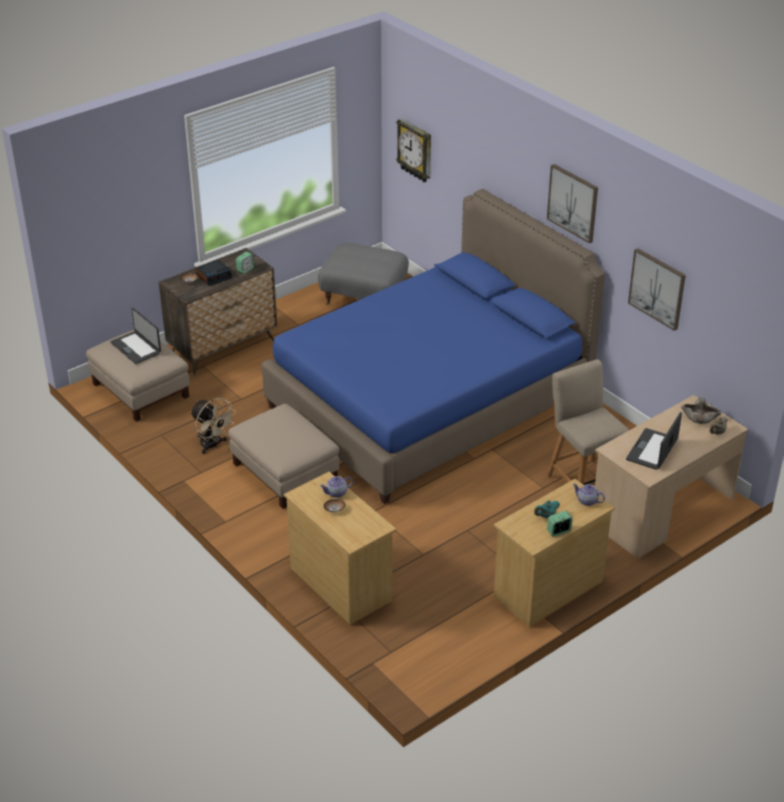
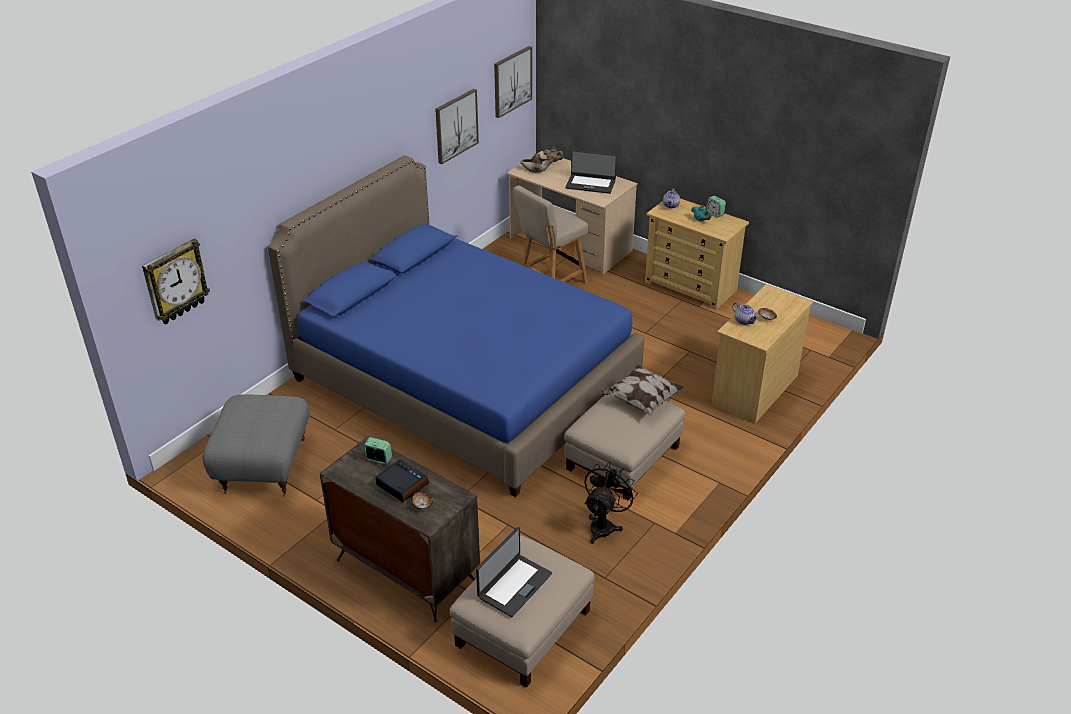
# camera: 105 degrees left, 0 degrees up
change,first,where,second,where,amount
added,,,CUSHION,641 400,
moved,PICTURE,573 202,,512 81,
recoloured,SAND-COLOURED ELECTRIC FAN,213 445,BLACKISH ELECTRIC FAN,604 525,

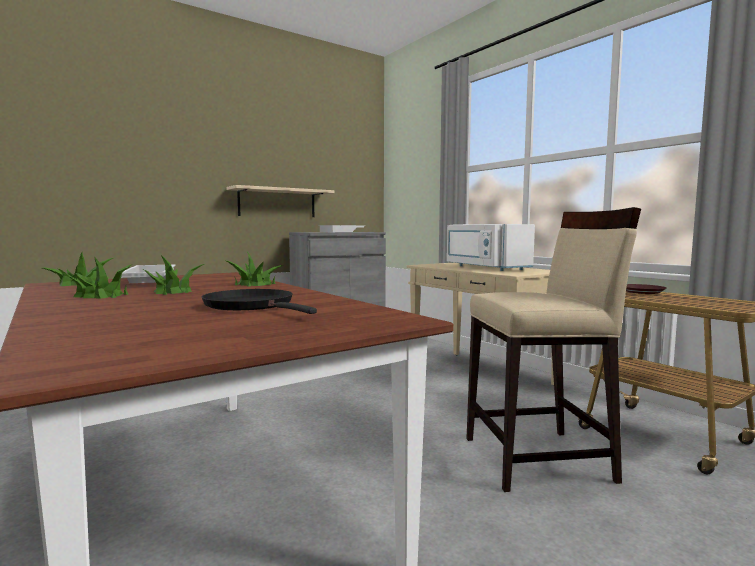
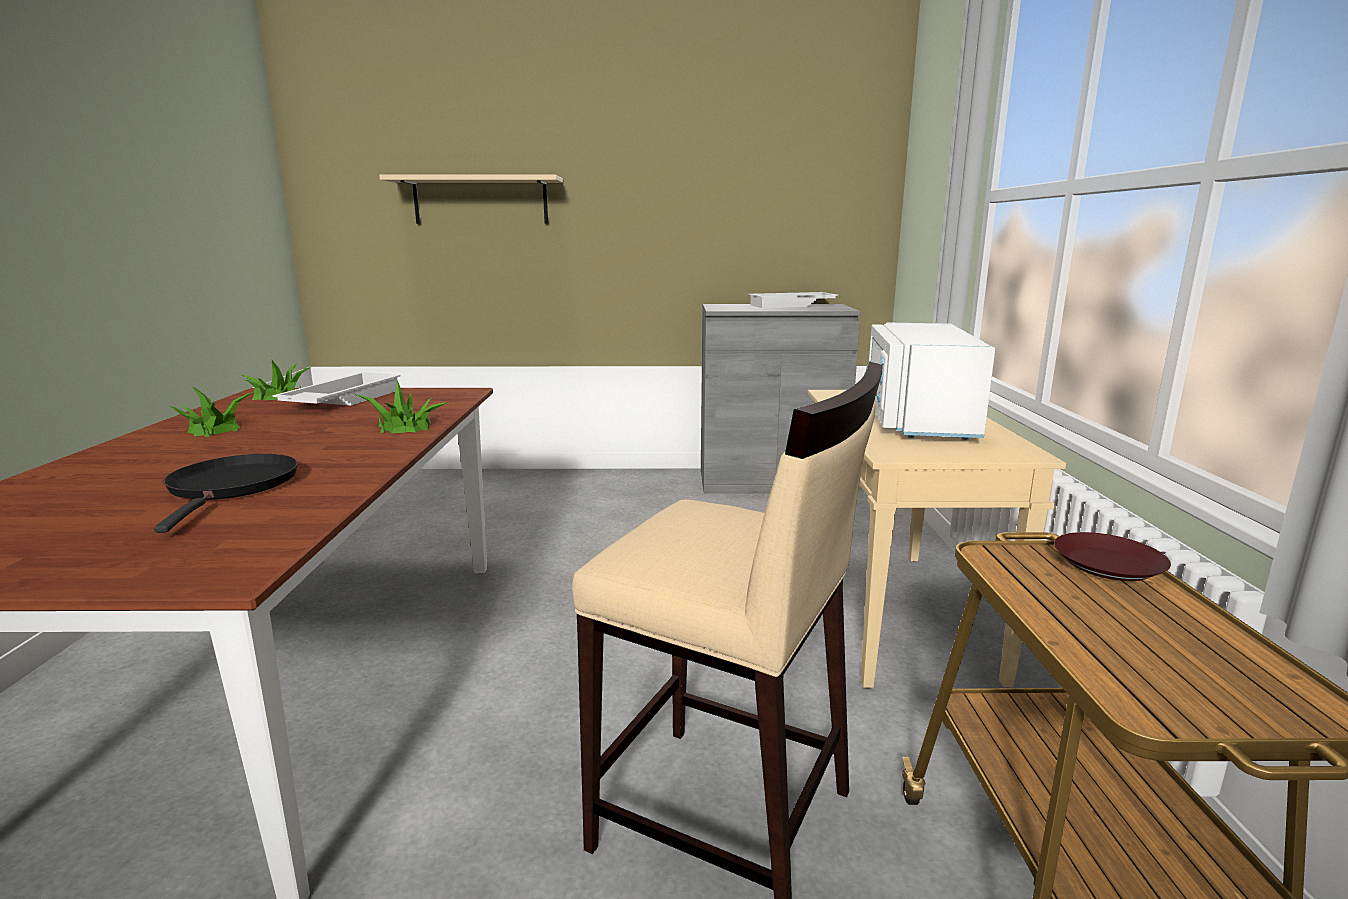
# camera: 35 degrees right, 10 degrees up
change,first,where,second,where,amount
removed,POTTED PLANT,172 291,,,
moved,SAND-COLOURED SHELF,277 203,,481 201,

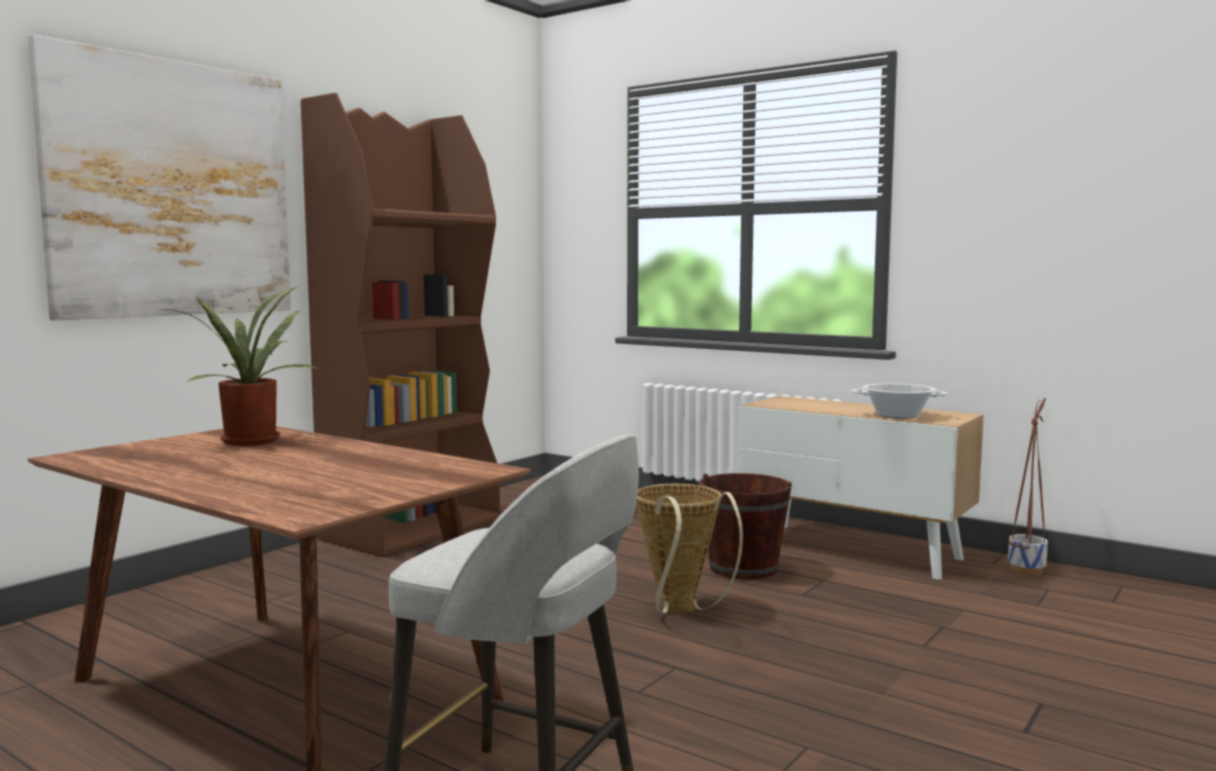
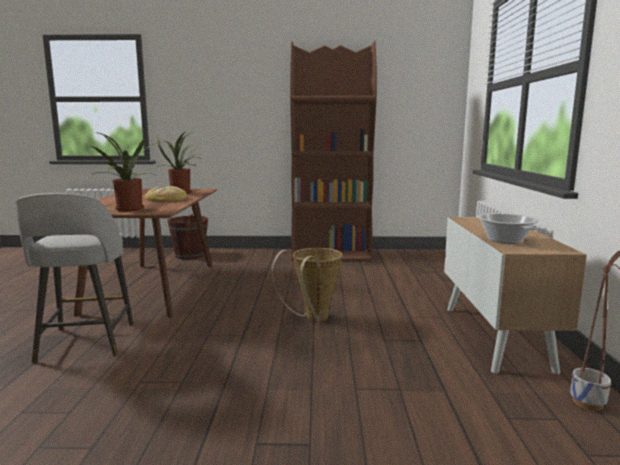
# camera: 55 degrees right, 5 degrees up
change,first,where,second,where,amount
removed,PICTURE,172 189,,,
added,,,POTTED PLANT,129 210,
added,,,BREAD,167 199,
moved,BROWN-COLOURED BUCKET,743 568,,189 255,

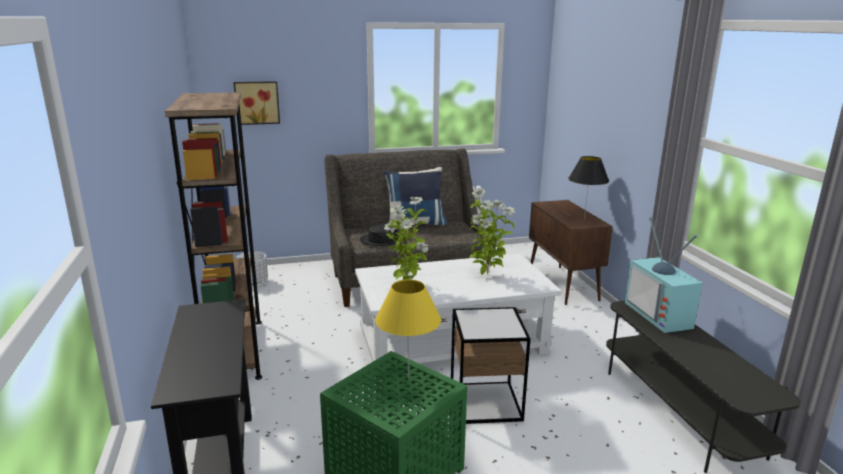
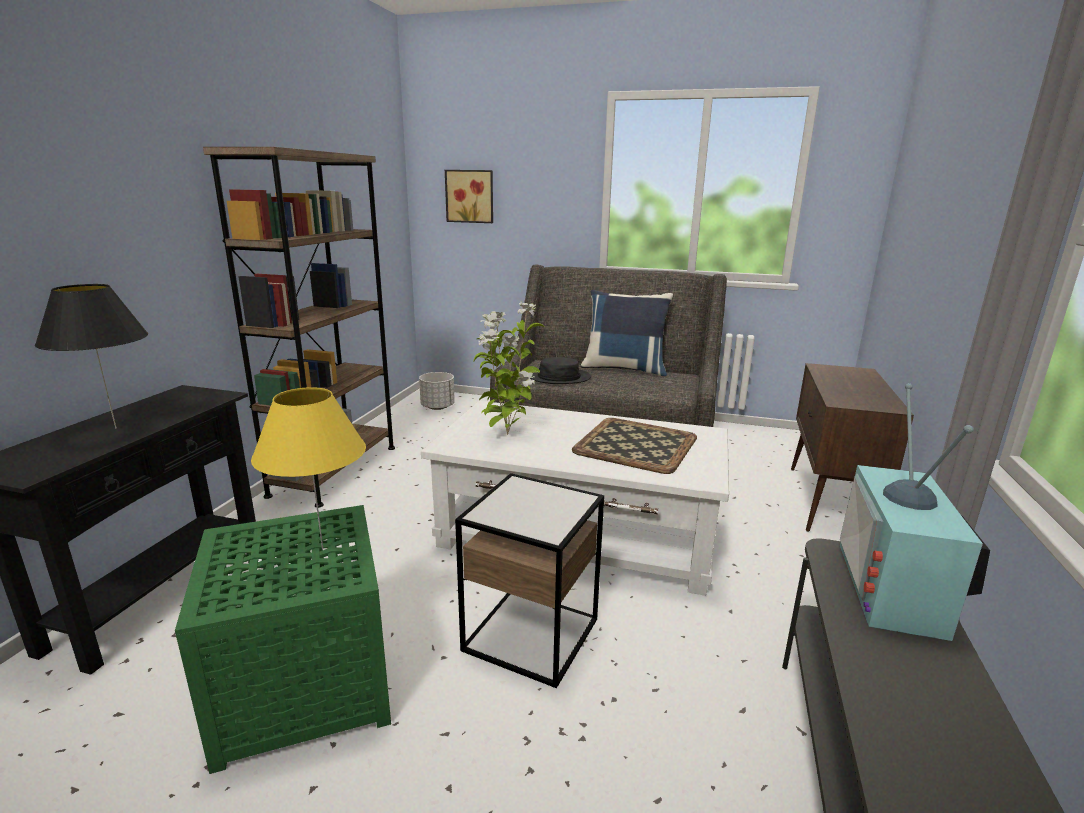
# camera: 30 degrees right, 0 degrees up
change,first,where,second,where,amount
moved,BLACKISH TABLETOP LAMP,584 219,,116 428,
replaced,POTTED PLANT,486 275,SERVING TRAY,635 444,

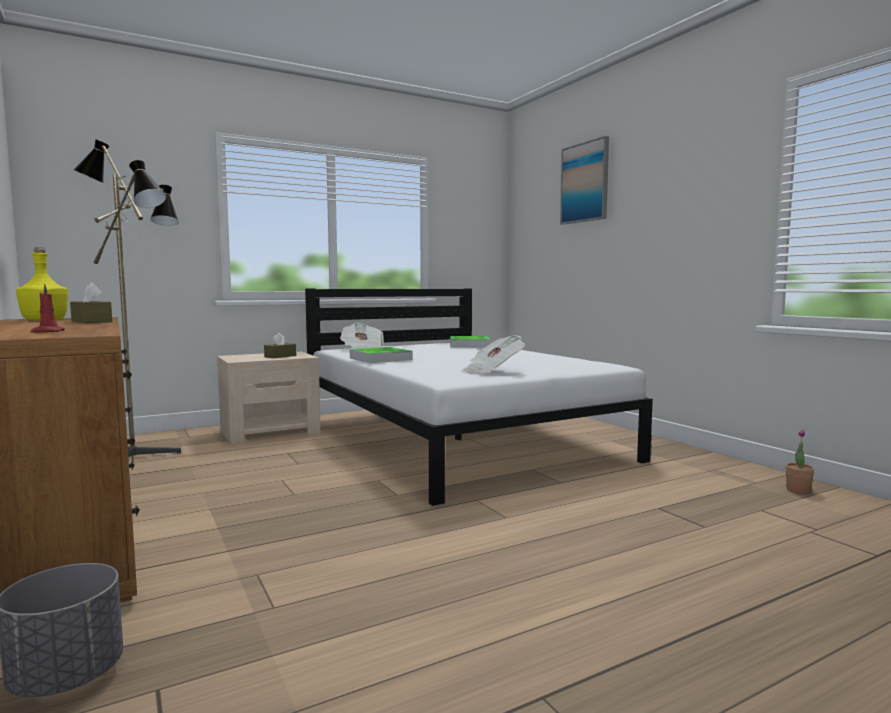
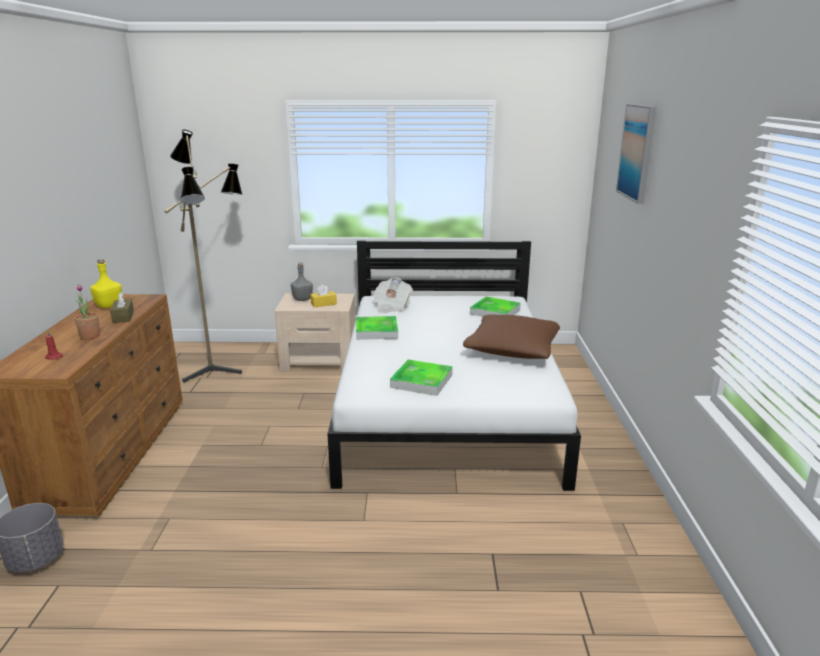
# camera: 30 degrees right, 15 degrees up
change,first,where,second,where,amount
added,,,GREYISH BOTTLE,302 299,
added,,,BROWN-COLOURED CUSHION,512 350,
moved,POTTED PLANT,798 490,,90 336,
replaced,NEWSPAPER,492 371,SERVING TRAY,421 381,
recoloured,BROWN-COLOURED BOX OF TISSUES,280 356,YELLOW BOX OF TISSUES,323 304,

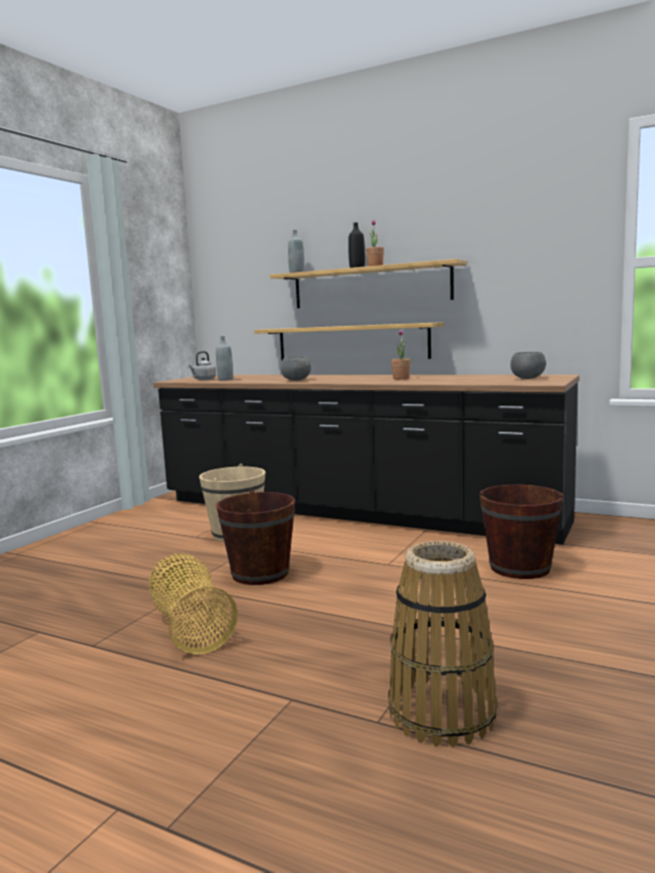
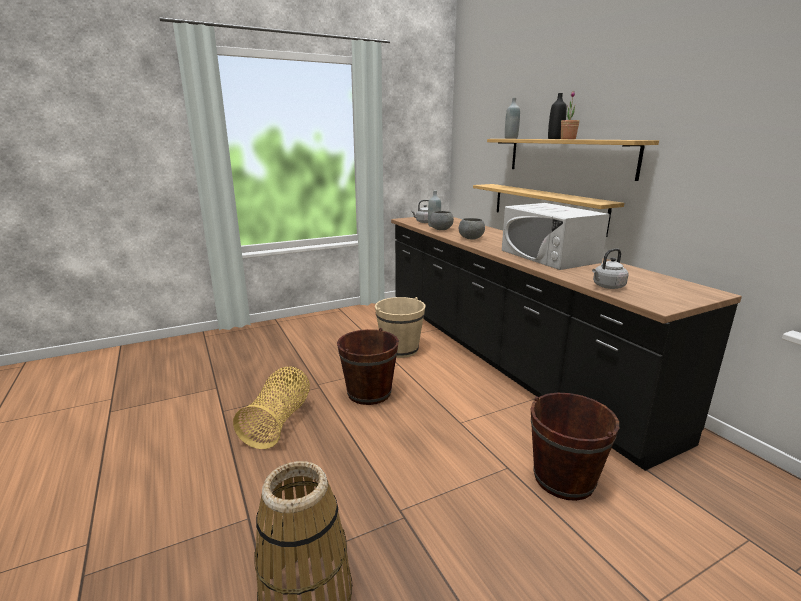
# camera: 35 degrees right, 10 degrees up
change,first,where,second,where,amount
added,,,GREYISH KETTLE,607 287,
moved,GREYISH SERVING BOWL,528 378,,441 230,
replaced,POTTED PLANT,401 378,WHITE-COLOURED MICROWAVE OVEN,549 256,

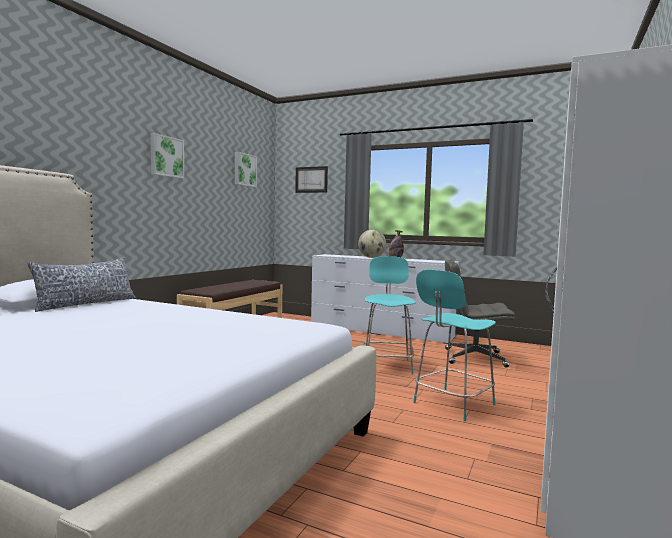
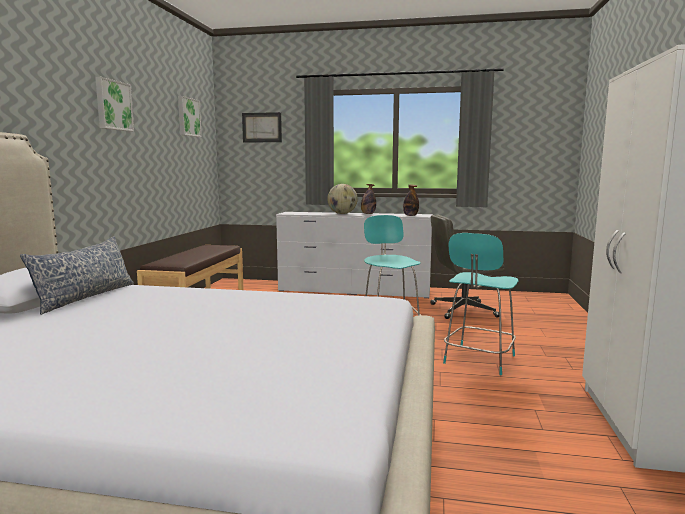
# camera: 15 degrees left, 5 degrees up
change,first,where,second,where,amount
added,,,BOTTLE,410 215,

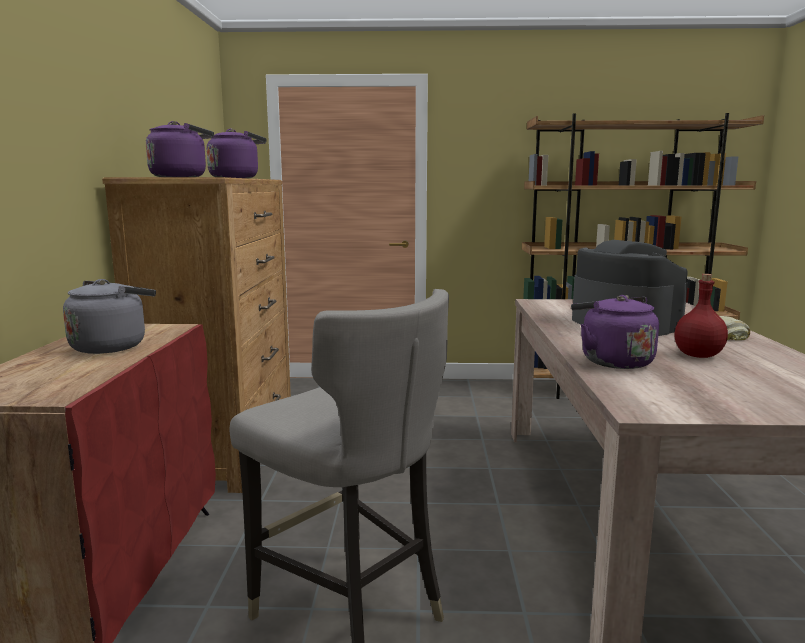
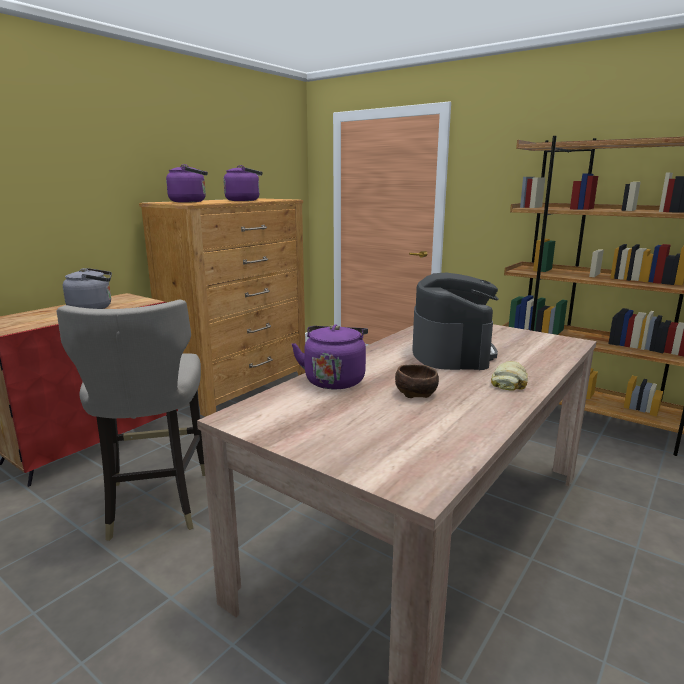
# camera: 35 degrees right, 5 degrees up
change,first,where,second,where,amount
replaced,RED-COLOURED BOTTLE,697 355,BROWN-COLOURED SERVING BOWL,417 392,

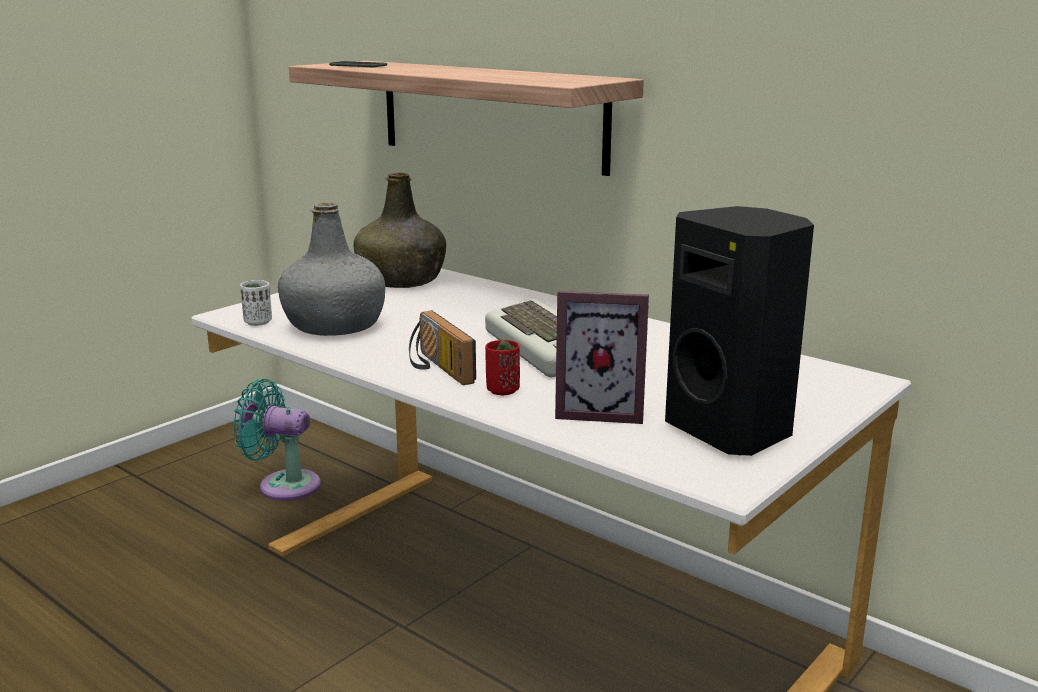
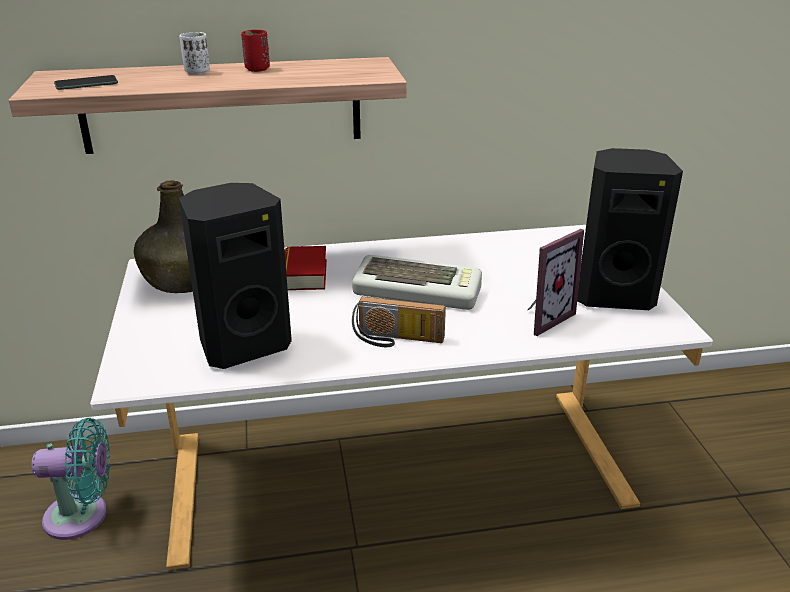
# camera: 50 degrees left, 10 degrees up
change,first,where,second,where,amount
added,,,VOLUME,304 274,
moved,WHITE-COLOURED DRINKING CUP,258 322,,197 72,
moved,RED-COLOURED DRINKING CUP,502 390,,257 69,
replaced,GREYISH BOTTLE,335 326,BLACKISH SPEAKER,243 344,
turned,BLUE-GREEN ELECTRIC FAN,283 485,,83 516,150 degrees counterclockwise

